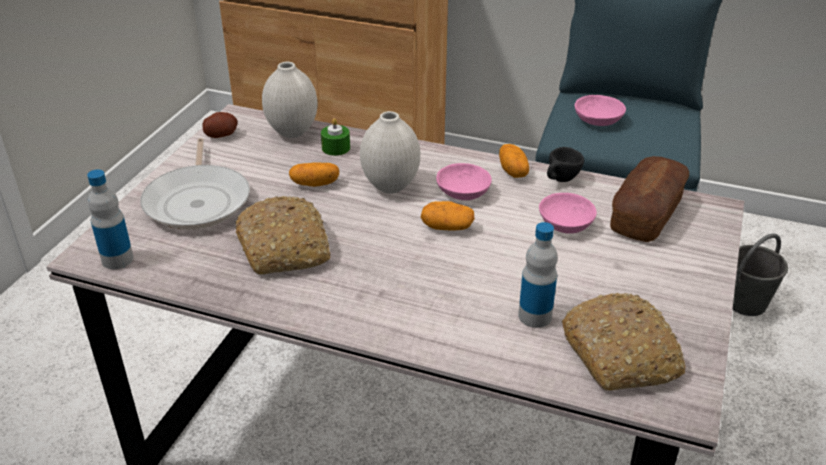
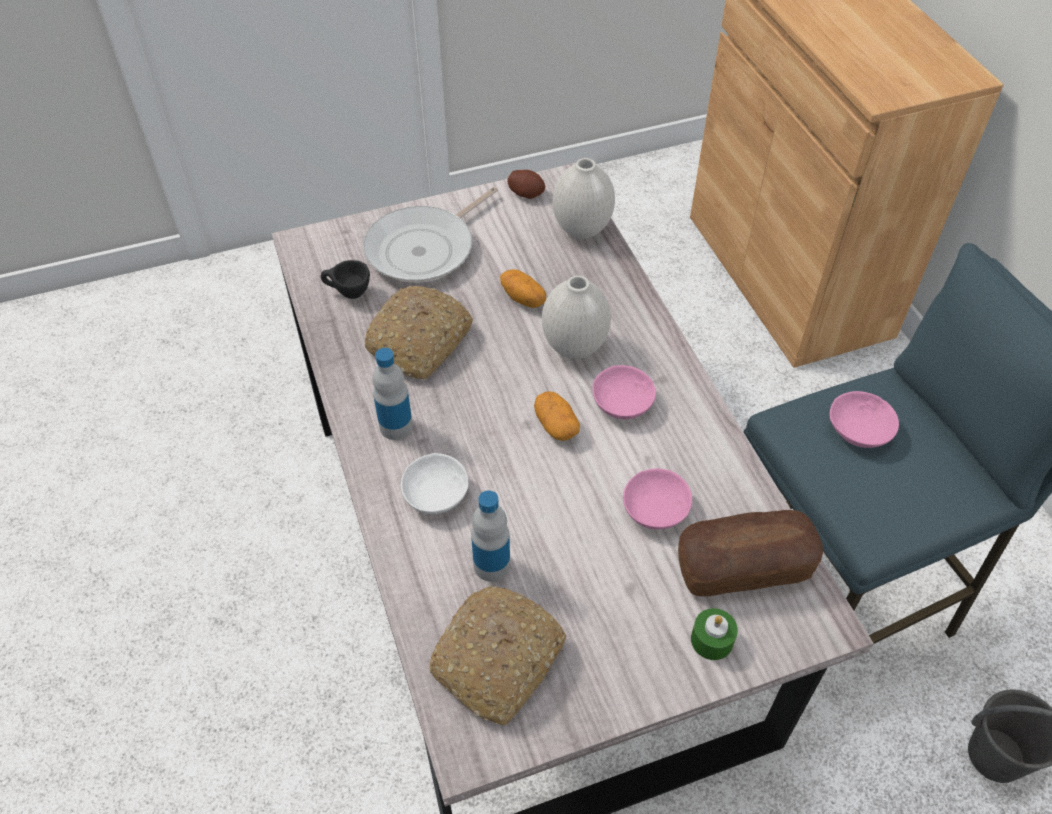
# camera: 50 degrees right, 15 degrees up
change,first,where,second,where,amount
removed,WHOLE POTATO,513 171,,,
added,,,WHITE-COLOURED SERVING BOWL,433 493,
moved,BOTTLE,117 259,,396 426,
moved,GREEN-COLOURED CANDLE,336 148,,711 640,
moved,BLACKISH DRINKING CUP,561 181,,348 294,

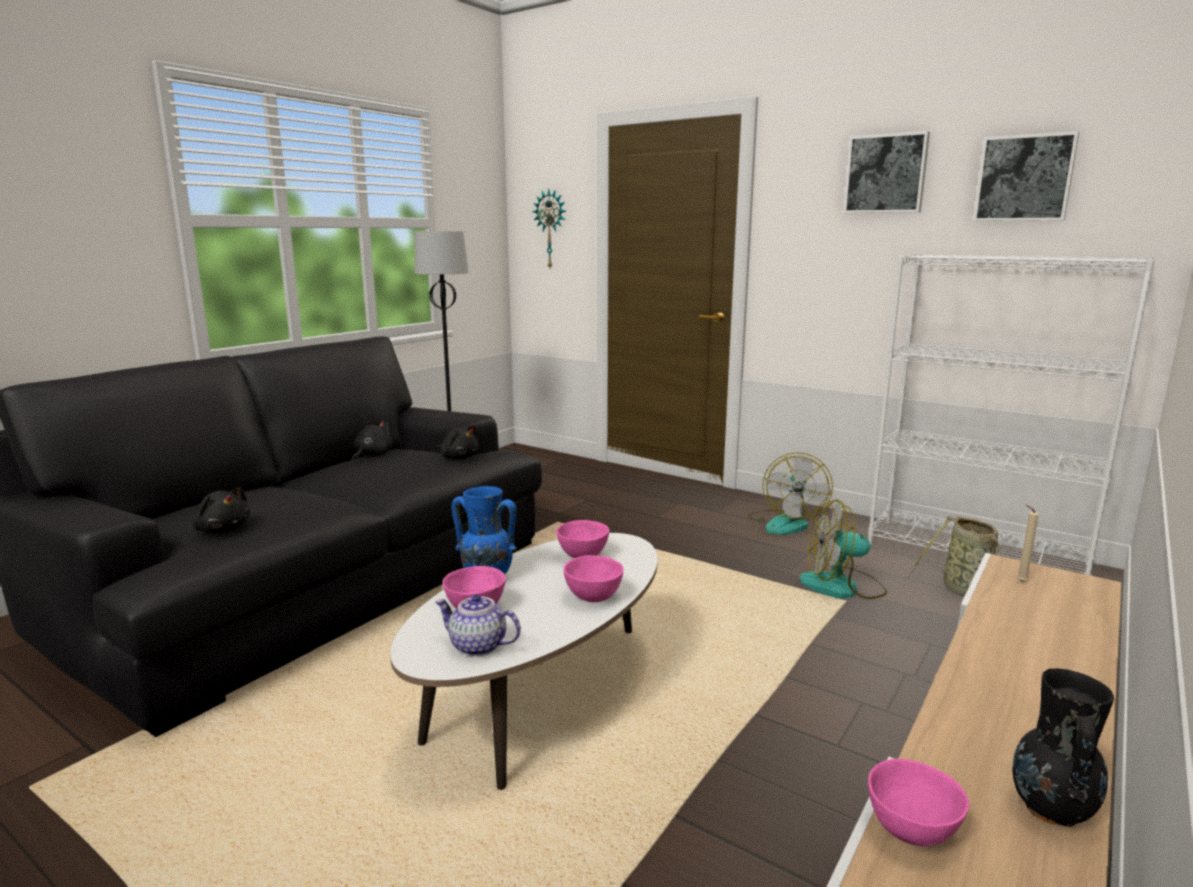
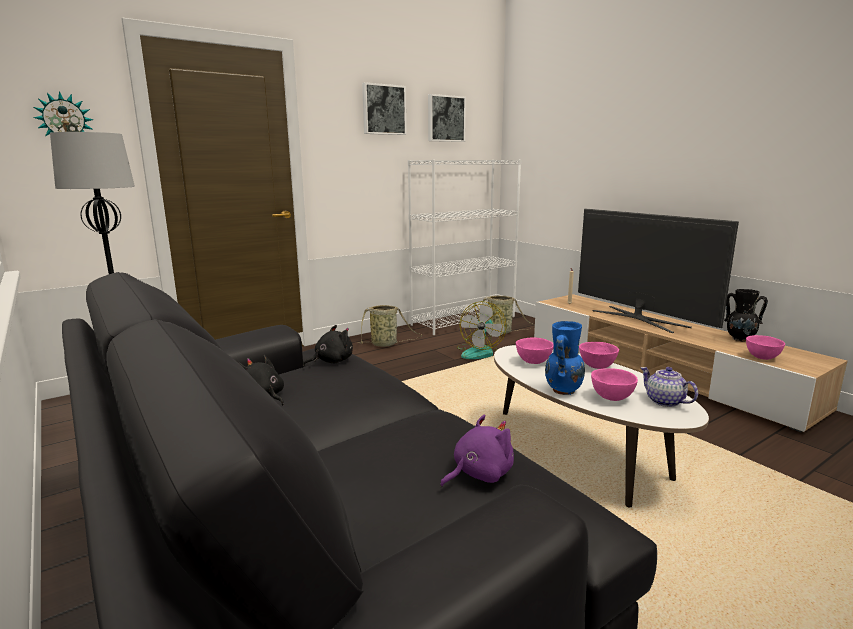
# camera: 70 degrees left, 0 degrees up
change,first,where,second,where,amount
added,,,TELEVISION,639 318,
replaced,ELECTRIC FAN,786 523,STORAGE BASKET,386 344,
recoloured,BLACKISH CUDDLY TOY,222 529,PURPLISH CUDDLY TOY,479 474,
turned,TEA POT,477 646,,664 401,105 degrees clockwise

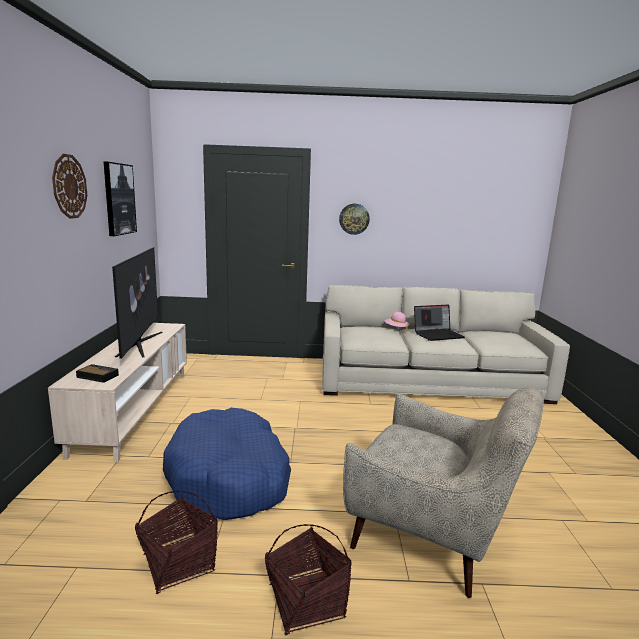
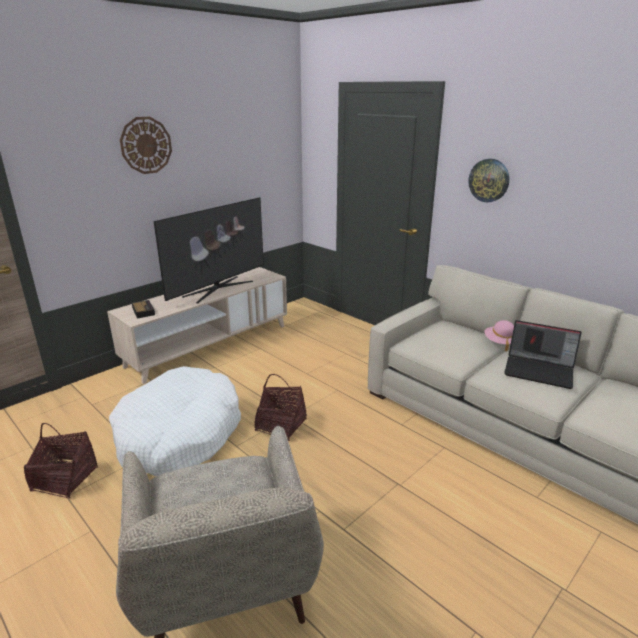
# camera: 45 degrees right, 10 degrees up
change,first,where,second,where,amount
removed,PICTURE,119 199,,,
moved,STORAGE BASKET,306 601,,281 425,
recoloured,BLUE PET BED,229 477,WHITE-COLOURED PET BED,179 434,

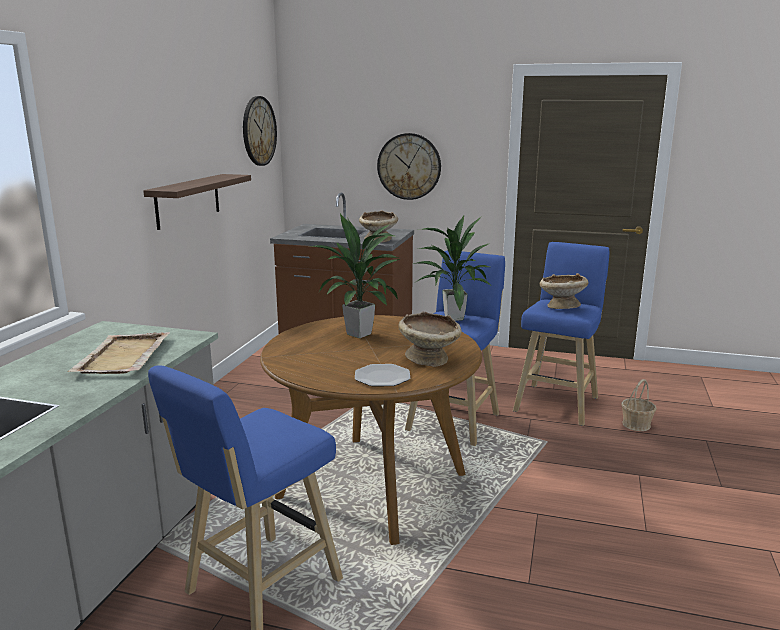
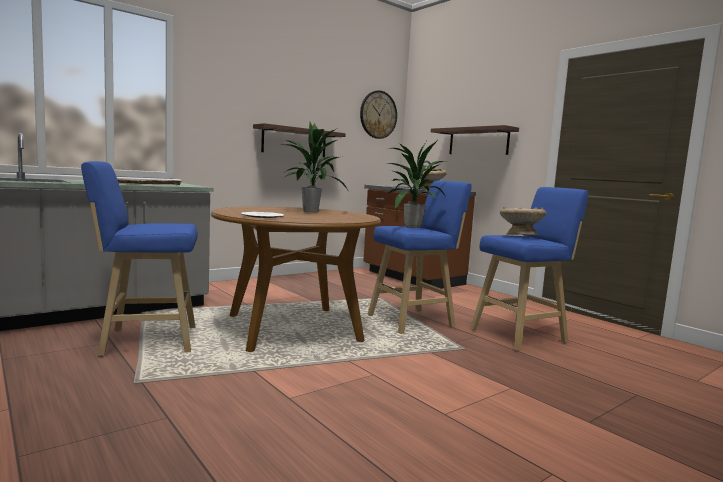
# camera: 35 degrees right, 10 degrees down
change,first,where,second,where,amount
removed,SAND-COLOURED SERVING BOWL,429 359,,,
removed,STORAGE BASKET,636 424,,,
replaced,CLOCK ON THE WALL,409 166,SHELF,478 141,

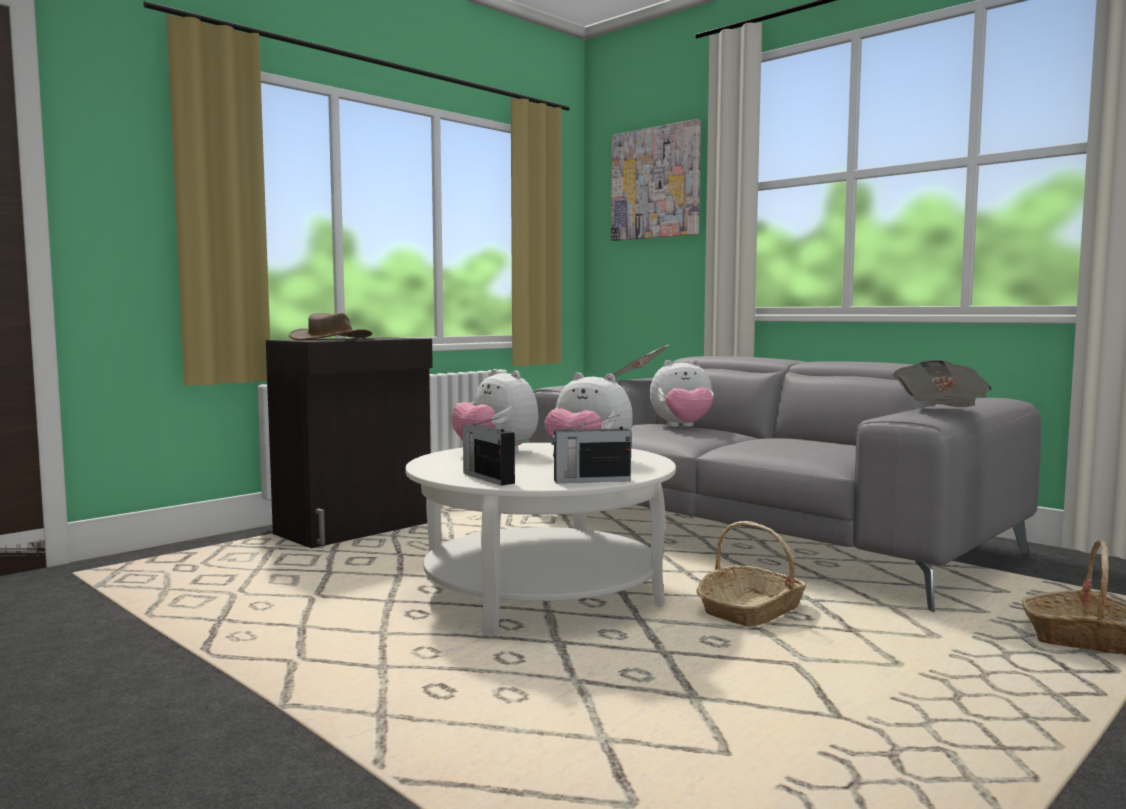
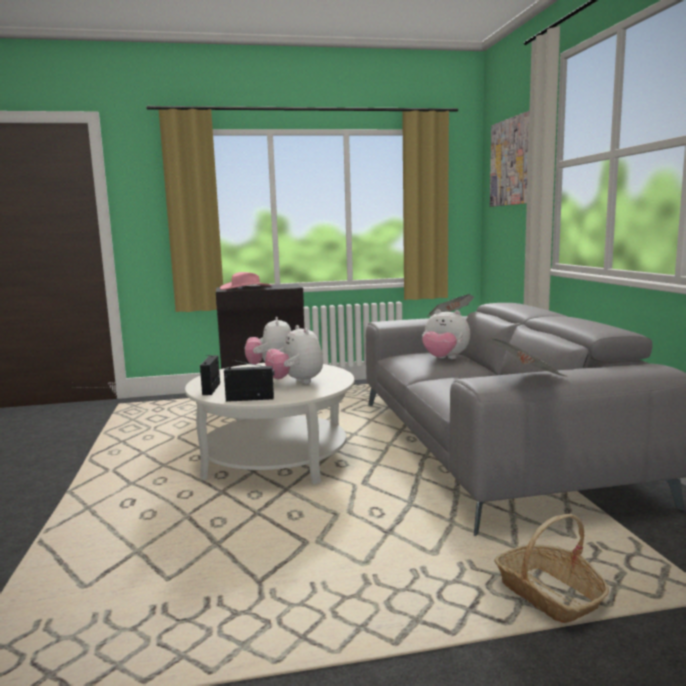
# camera: 35 degrees right, 5 degrees up
change,first,where,second,where,amount
removed,STORAGE BASKET,751 611,,,
recoloured,BROWN-COLOURED WEARABLE HAT,331 339,PINKISH WEARABLE HAT,246 287,
turned,RADIO,590 480,,251 399,150 degrees clockwise

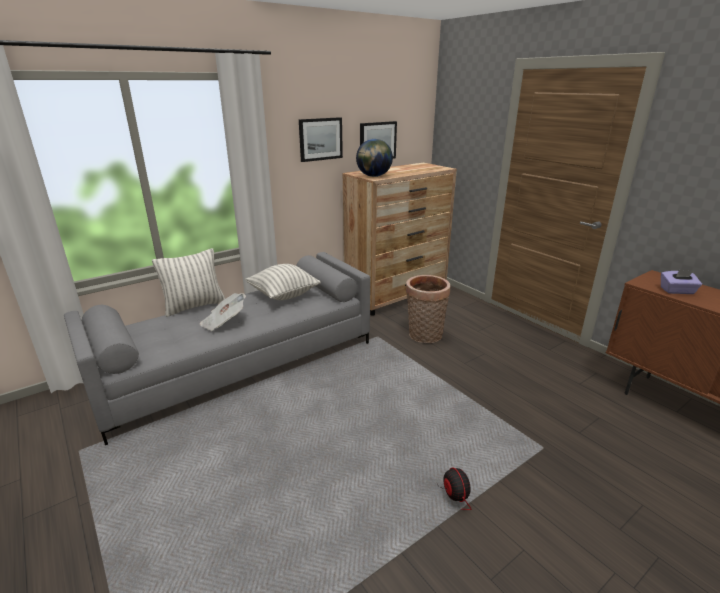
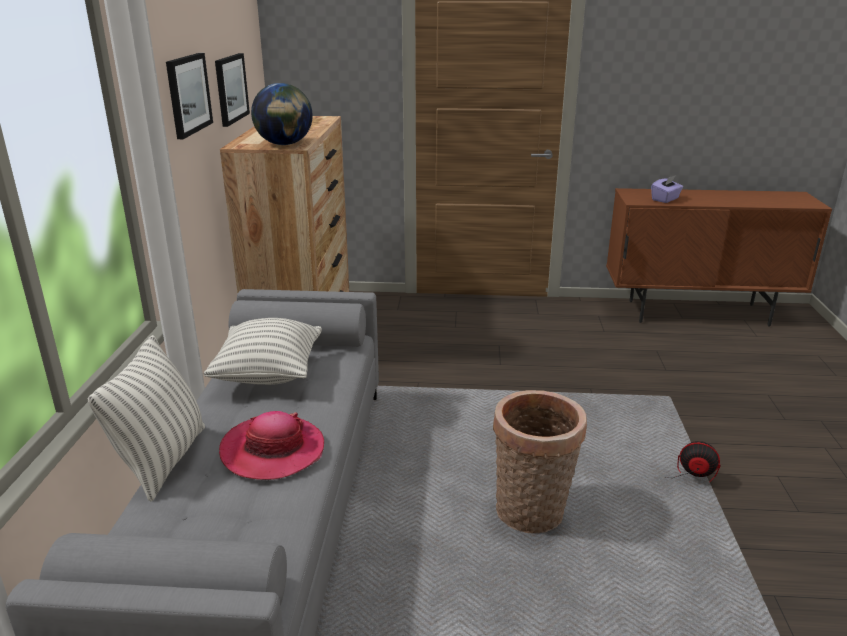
# camera: 50 degrees left, 0 degrees up
change,first,where,second,where,amount
moved,STORAGE BASKET,424 336,,532 514,
replaced,NEWSPAPER,224 322,WEARABLE HAT,273 450,

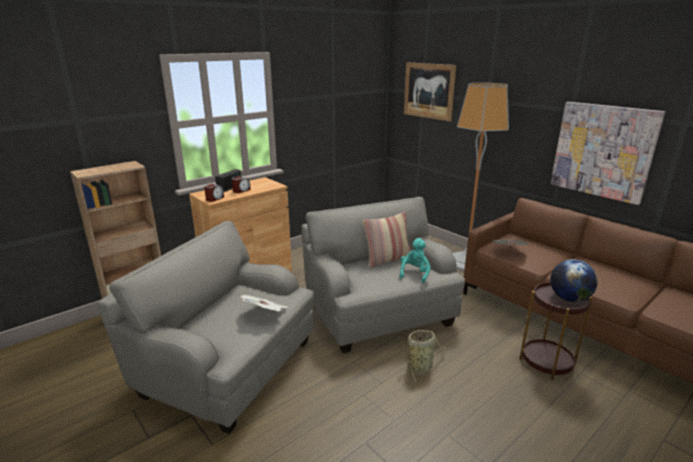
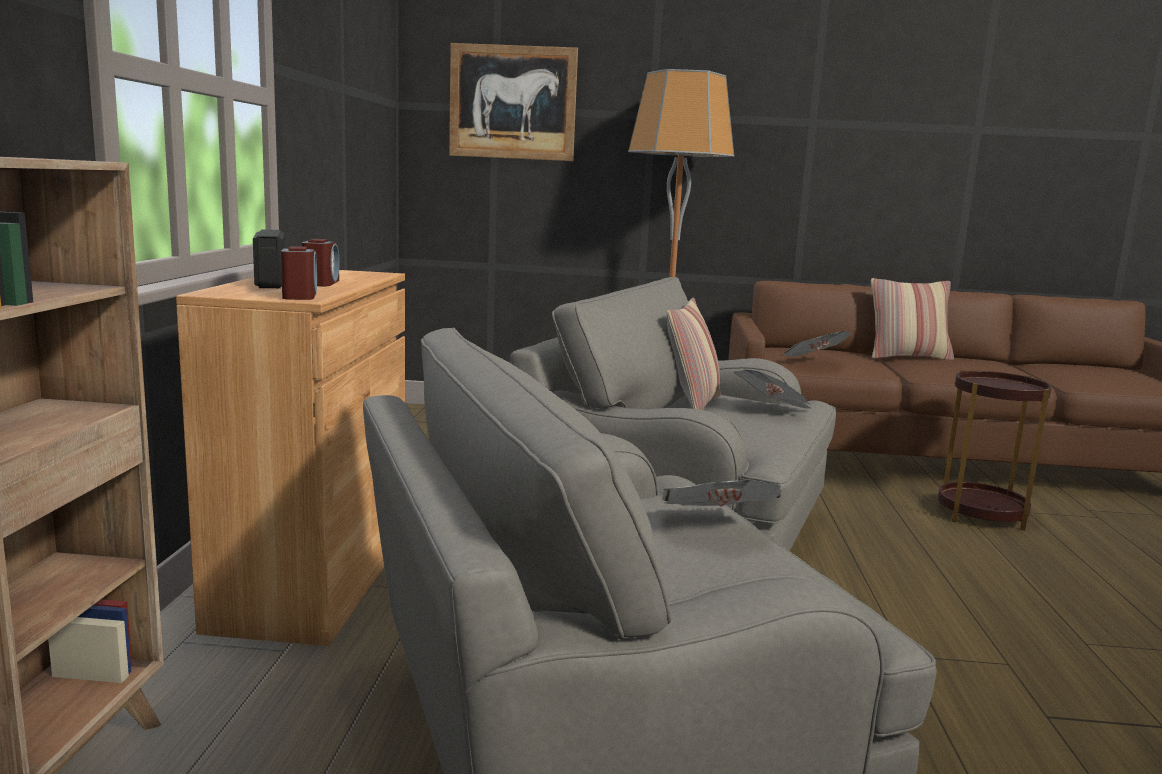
# camera: 45 degrees left, 10 degrees down
change,first,where,second,where,amount
removed,STORAGE BASKET,420 367,,,
removed,PICTURE,603 151,,,
removed,WORLD GLOBE,569 298,,,
added,,,CUSHION,907 357,
replaced,BLUE-GREEN CUDDLY TOY,414 273,NEWSPAPER,773 411,

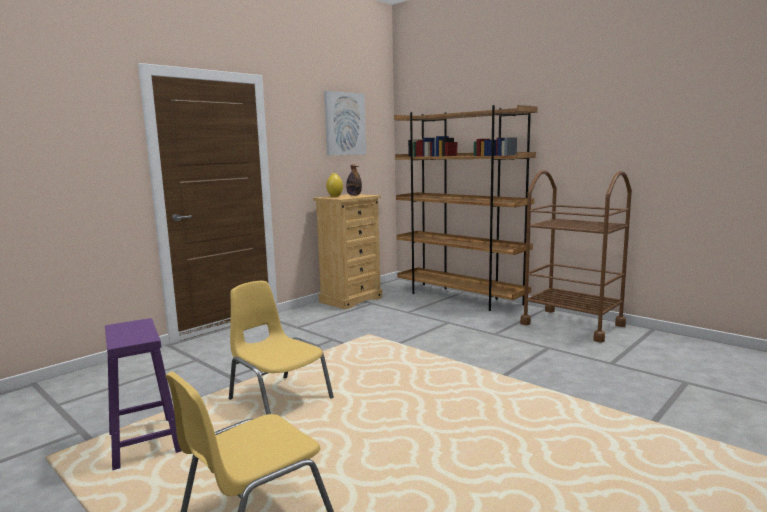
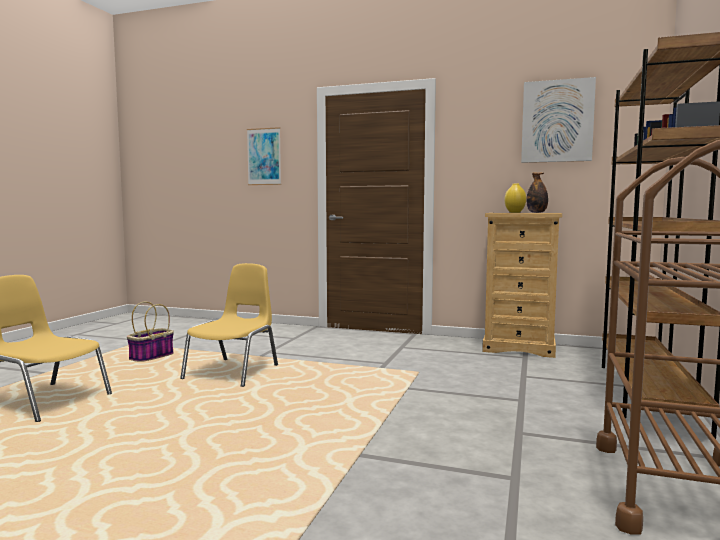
# camera: 65 degrees right, 5 degrees down
change,first,where,second,where,amount
added,,,PICTURE,264 156,
replaced,PURPLISH SITTING STOOL,145 443,STORAGE BASKET,151 357,

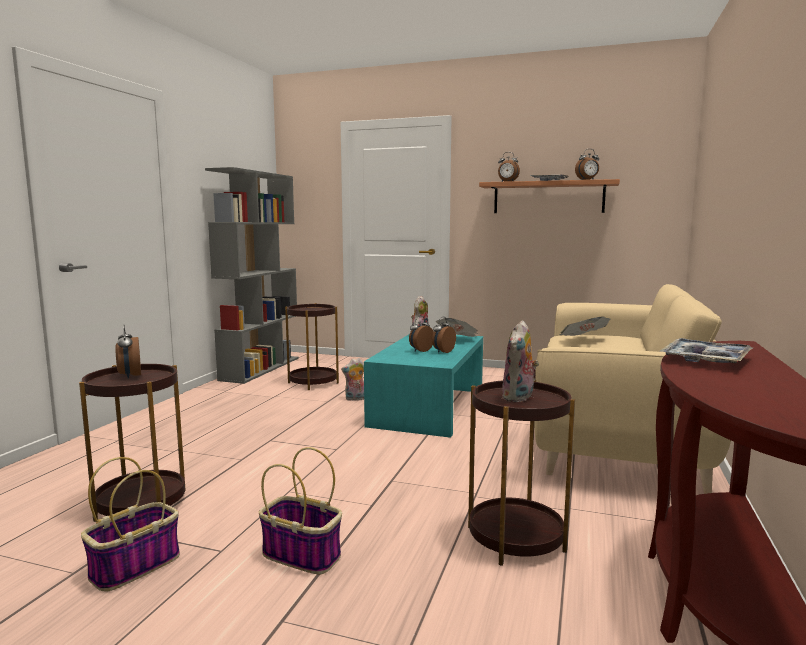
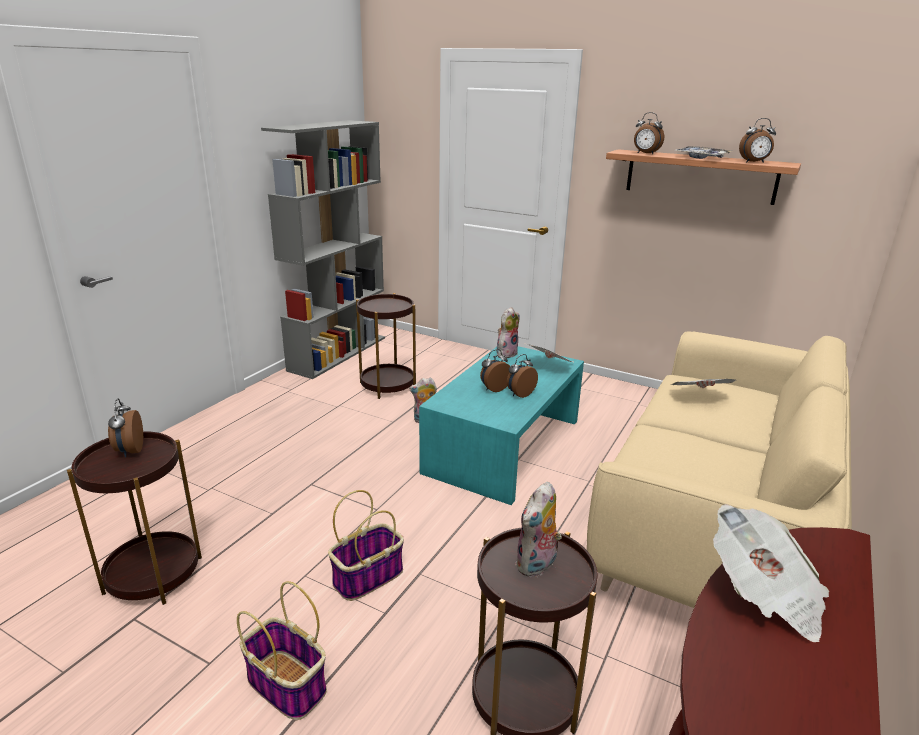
# camera: 10 degrees right, 15 degrees up
change,first,where,second,where,amount
moved,STORAGE BASKET,136 566,,368 576,
replaced,SERVING TRAY,705 360,NEWSPAPER,765 594,

